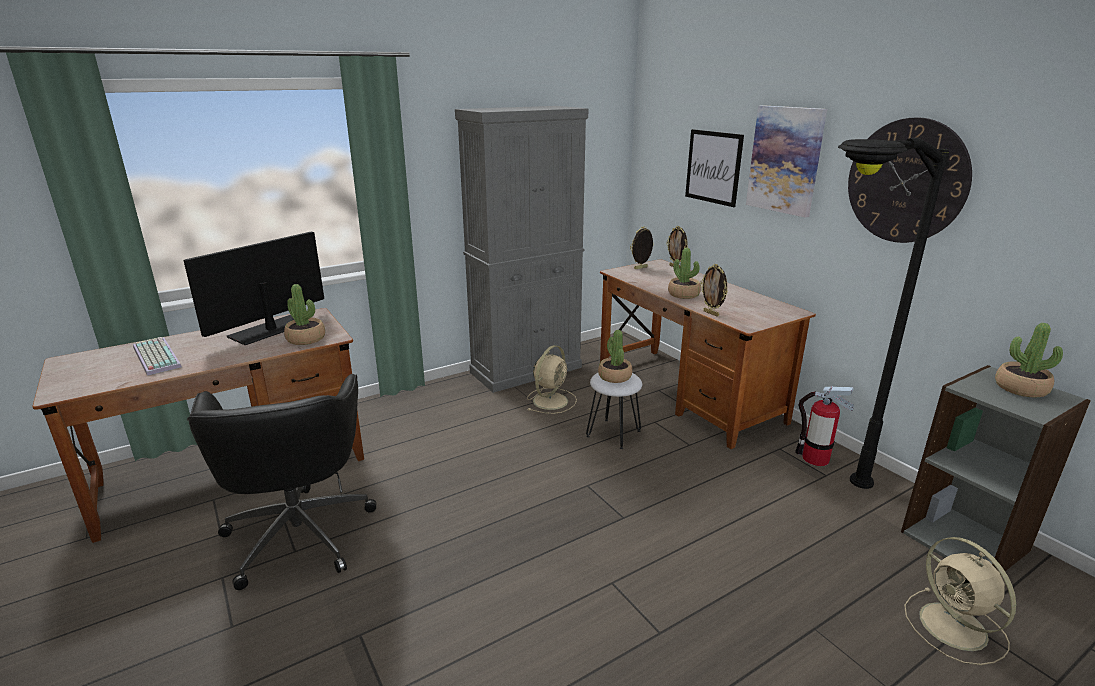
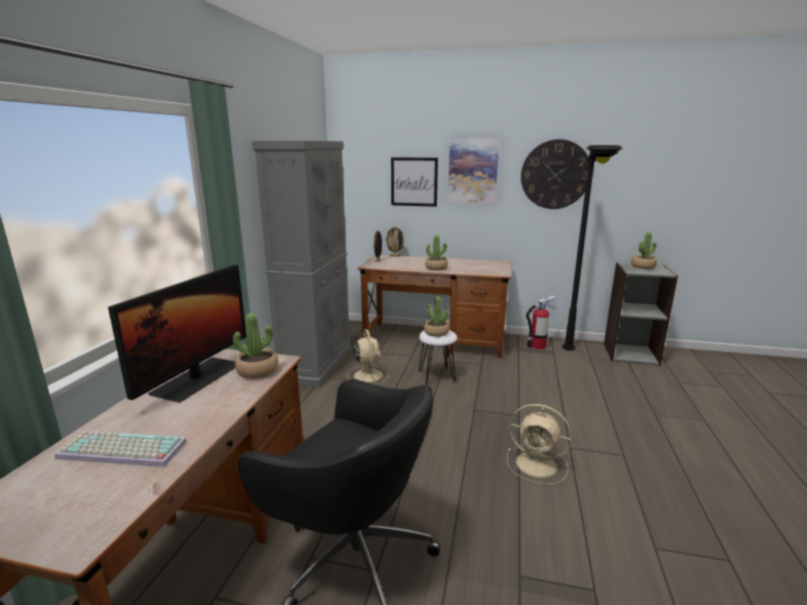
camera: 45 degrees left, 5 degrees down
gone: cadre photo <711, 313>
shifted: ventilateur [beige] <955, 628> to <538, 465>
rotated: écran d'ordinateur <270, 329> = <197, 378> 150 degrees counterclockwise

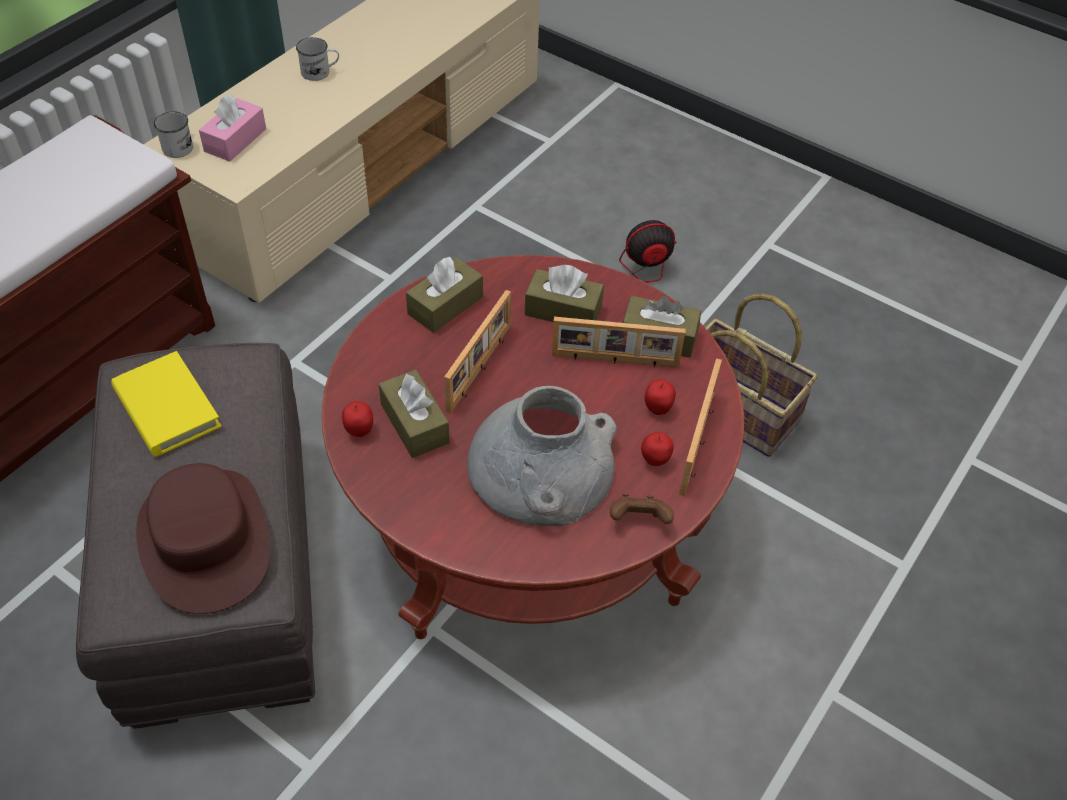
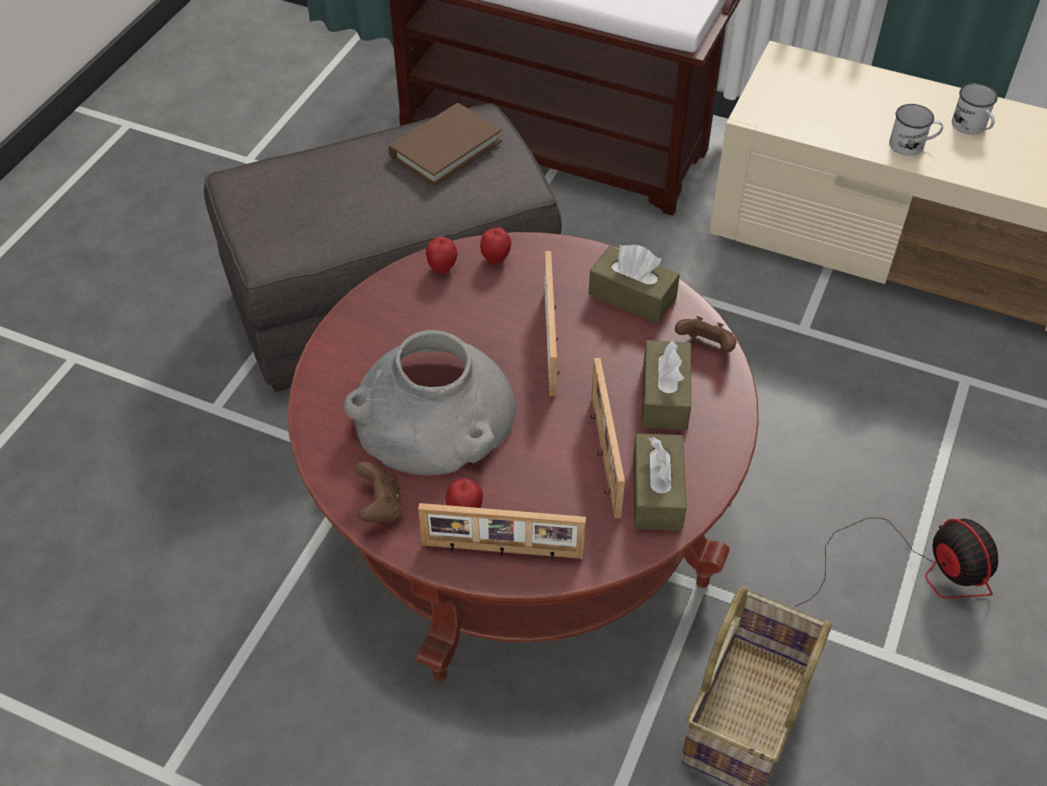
camera: 80 degrees right, 0 degrees up
gone: chapeau [marron] <205, 540>; boîte à mouchoirs [rose] <235, 140>; boîte à mouchoirs [marron] <414, 423>
new: manette [marron] <705, 347>
shifted: pomme <657, 409> to <496, 259>; mug [blanc] <180, 145> to <912, 145>
repainted: livre [jaune] <167, 408> to livre [marron] <445, 149>
rotated: cadre photo <480, 368> = <552, 341> 105 degrees counterclockwise

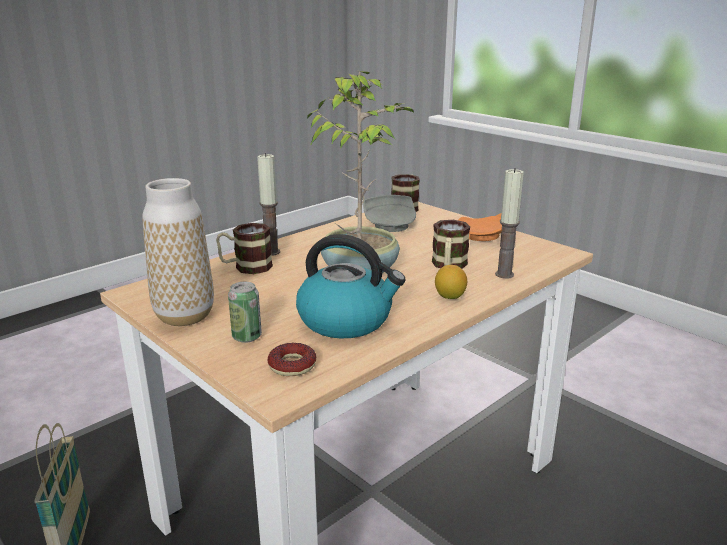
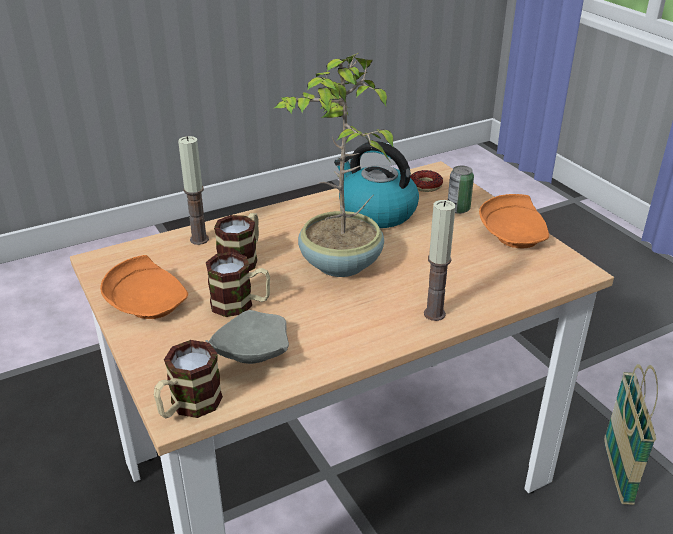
camera: 165 degrees left, 10 degrees up
gone: citron <450, 296>
shifted: mug <246, 267> to <240, 304>
swapped: vase <184, 316> to assiette [orange] <514, 235>

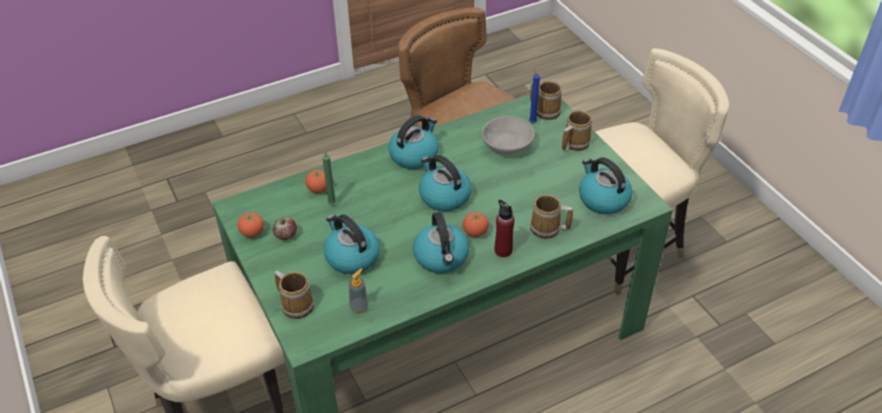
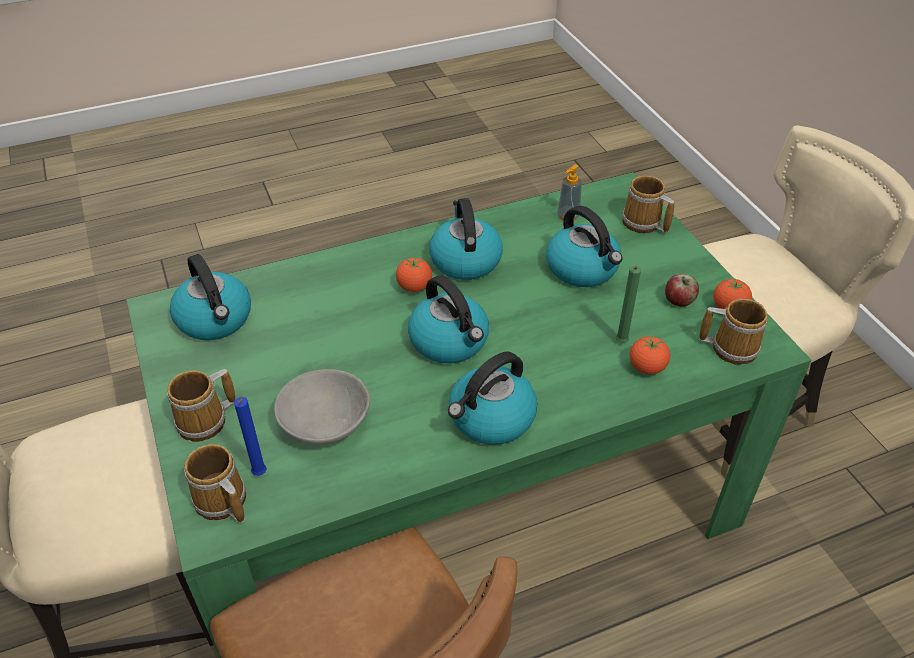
camera: 175 degrees left, 0 degrees up
gone: bouteille [rouge] <503, 250>
shifted: mug <547, 229> to <731, 347>

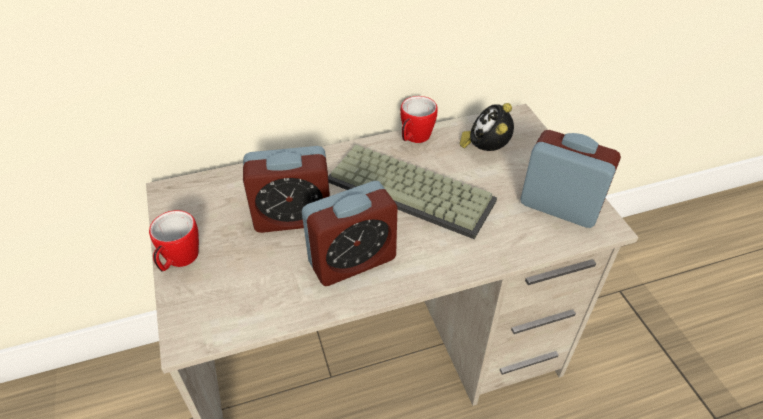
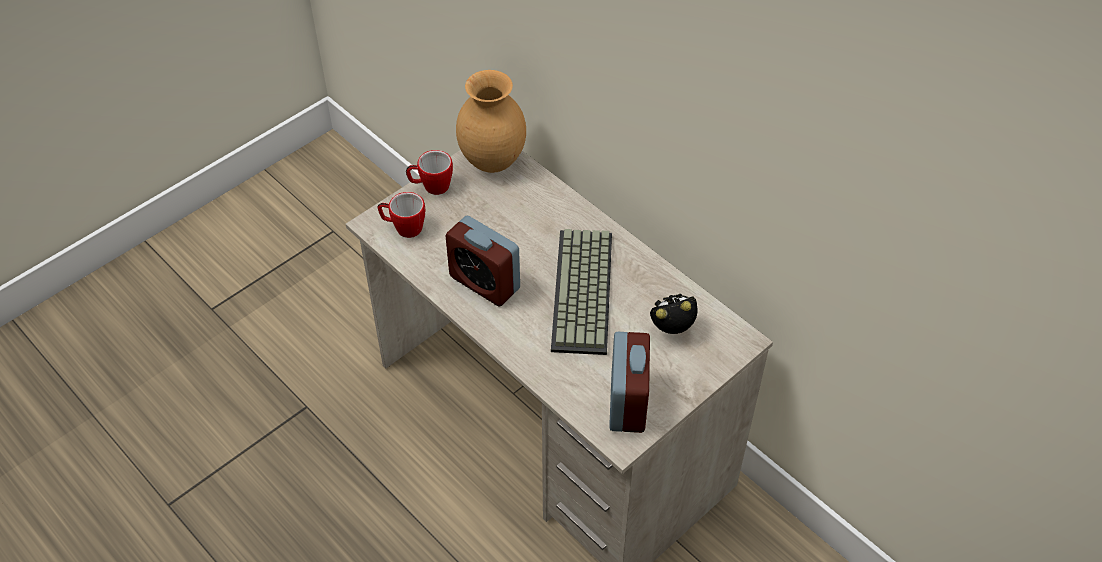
camera: 65 degrees right, 5 degrees up
gone: réveil <293, 217>
new: vase [marron] <492, 163>
shifted: mug <414, 138> to <403, 228>

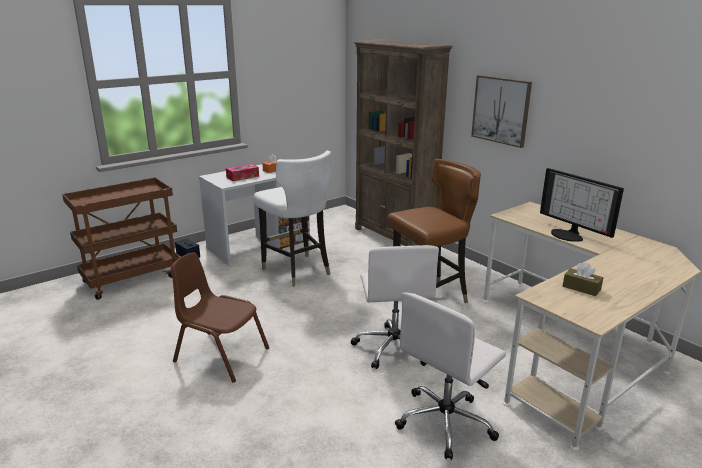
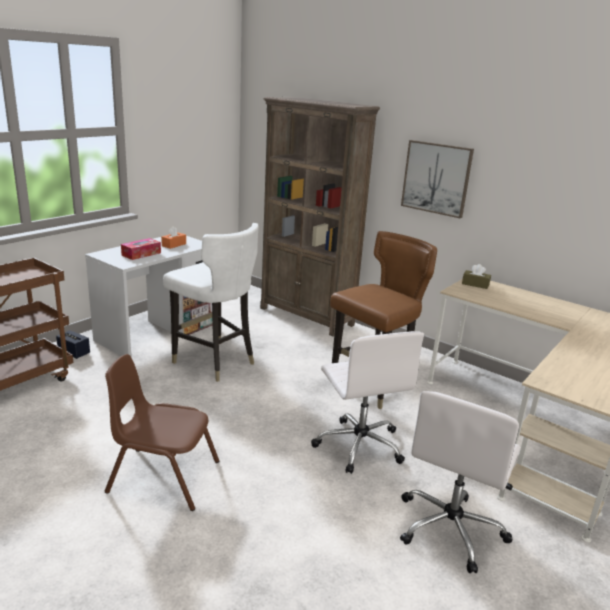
camera: 15 degrees left, 0 degrees up
gone: écran d'ordinateur <569, 235>
shifted: boîte à mouchoirs [marron] <581, 288> to <475, 284>

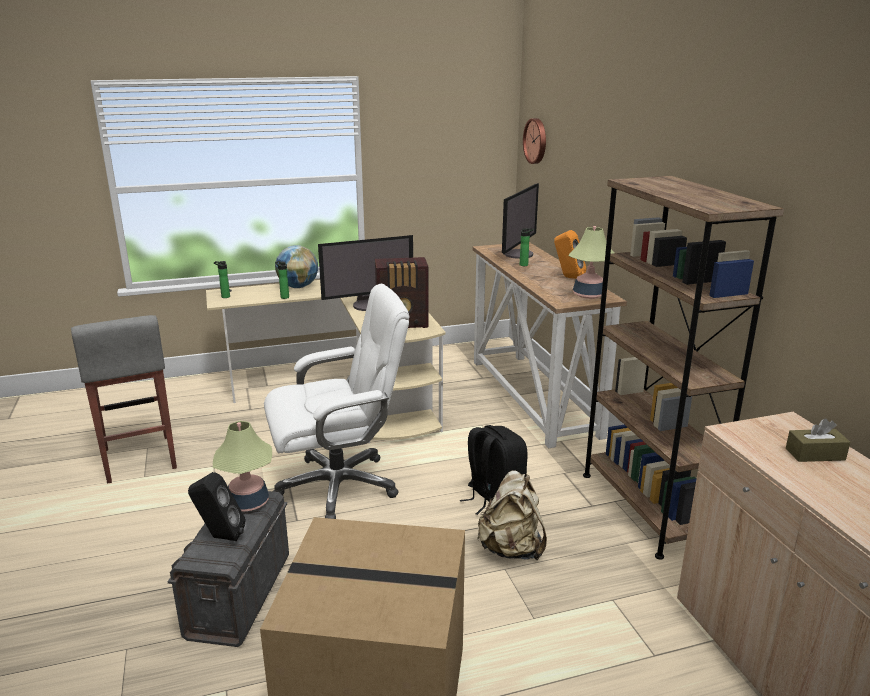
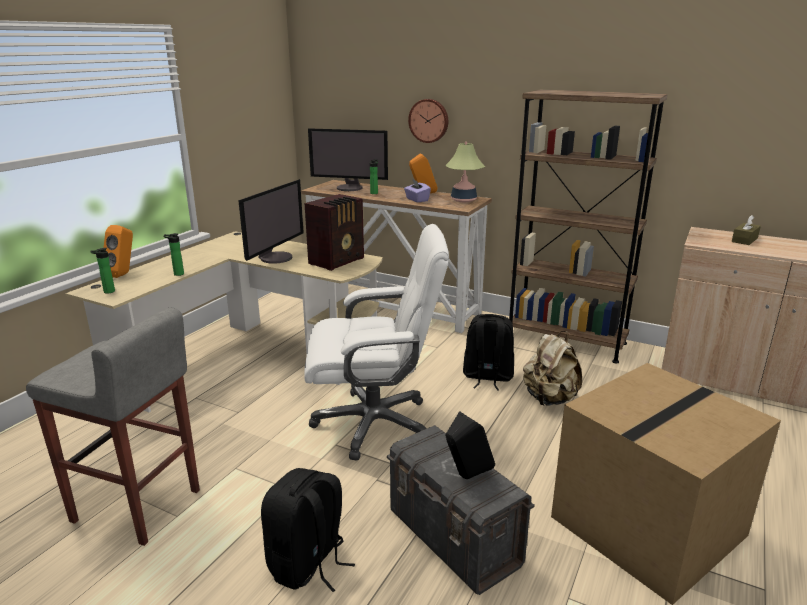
camera: 45 degrees left, 0 degrees up
gone: lampe de table <248, 502>; globe <298, 287>
new: enceinte [orange] <123, 274>; sac à dos [noir] <308, 564>; boîte à mouchoirs [violet] <417, 200>
shifted: horloge murale <536, 141> to <429, 120>
rotated: chaise de bureau [blanc] <339, 486> = <375, 423> 60 degrees clockwise; écran d'ordinateur <518, 254> = <350, 188> 120 degrees clockwise

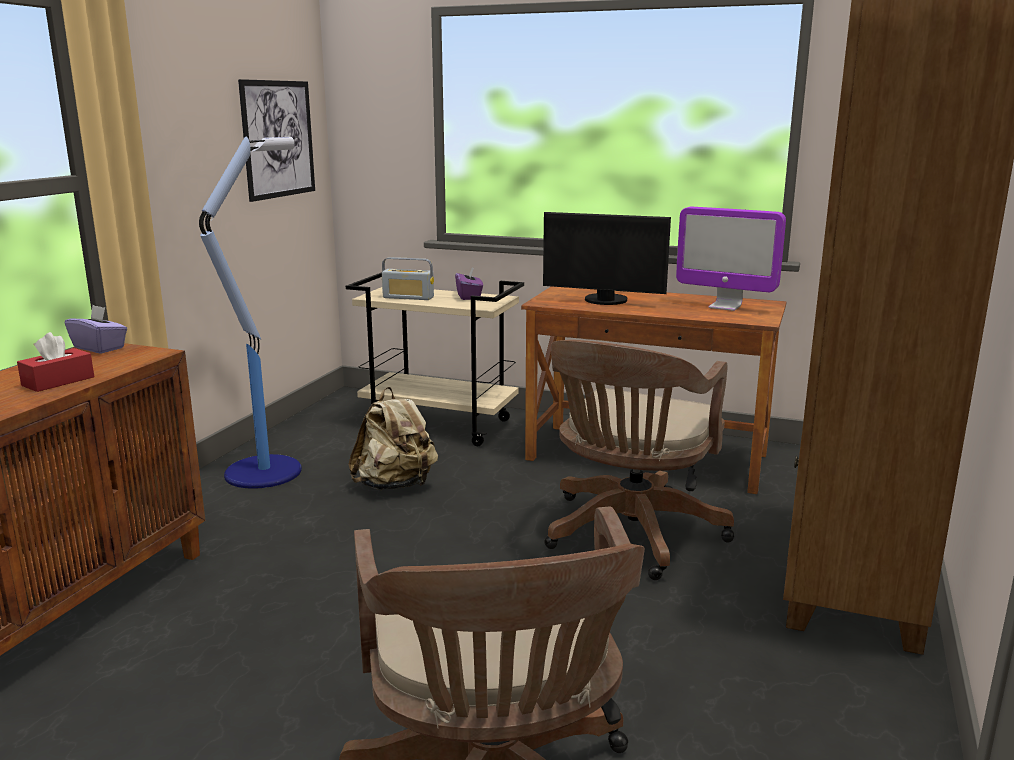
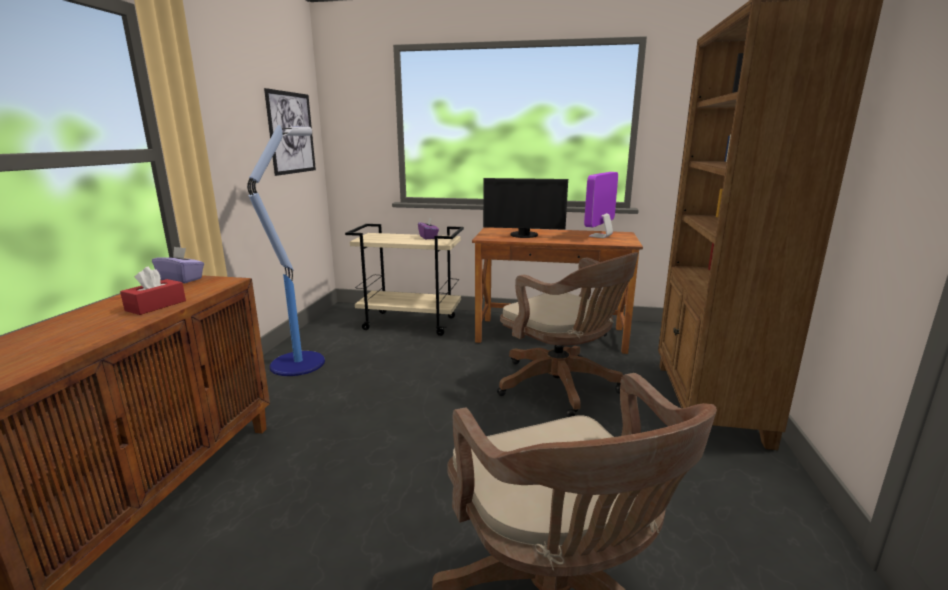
camera: 10 degrees left, 0 degrees up
gone: sac à dos [beige] <395, 485>; radio <408, 297>
rotated: chaise de bureau [marron] <629, 535> = <562, 387> 60 degrees counterclockwise; écran d'ordinateur <725, 306> = <600, 236> 105 degrees clockwise

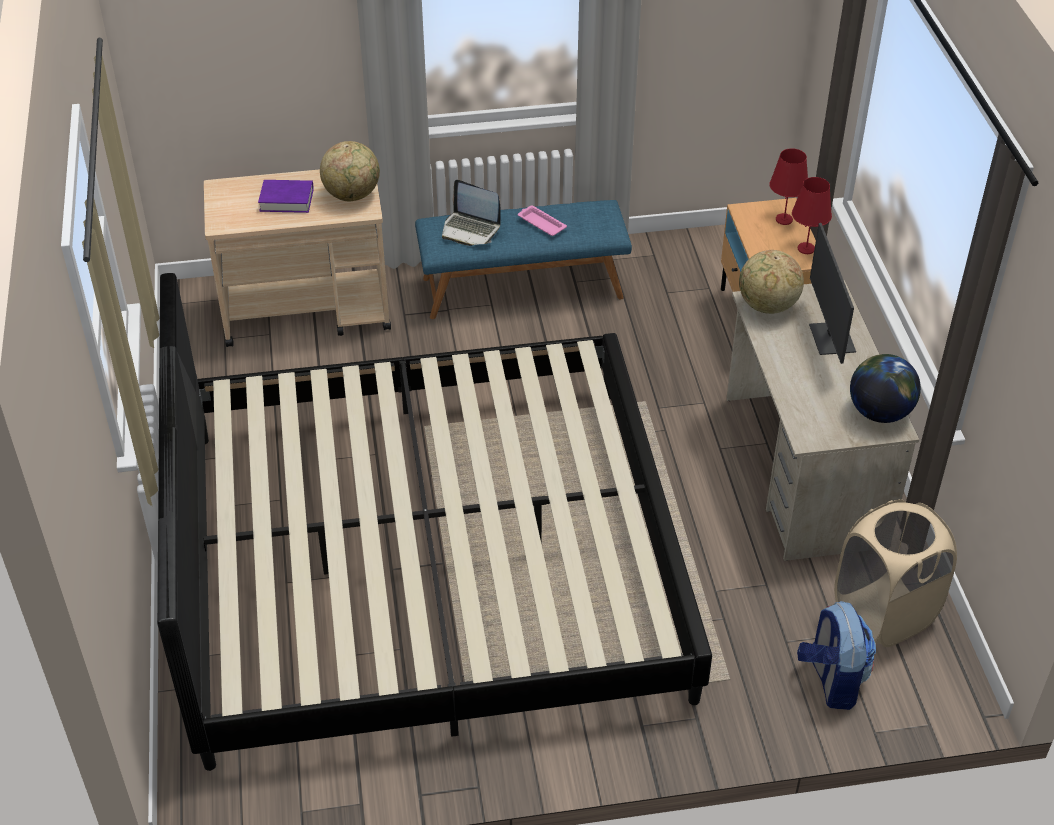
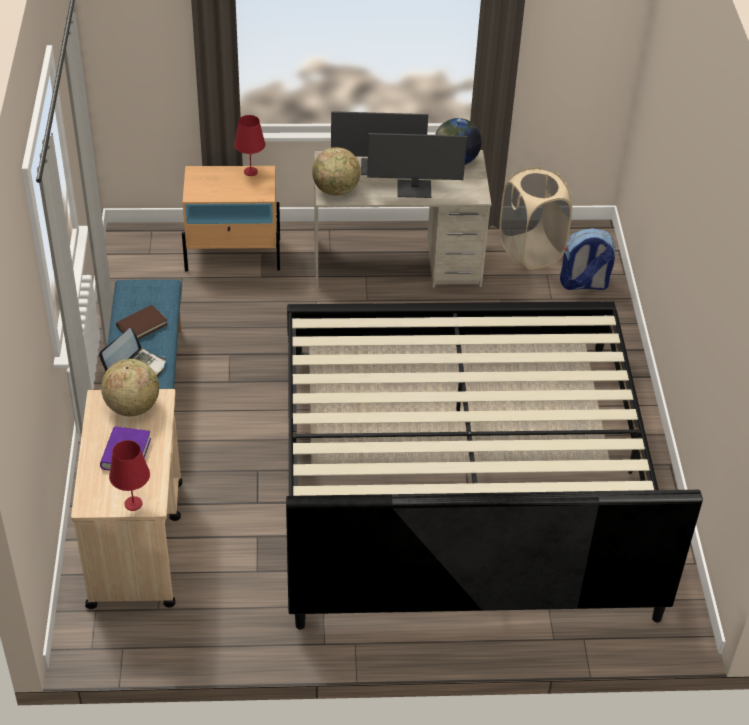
camera: 85 degrees left, 0 degrees up
new: écran d'ordinateur <414, 189>
shifted: lampe de table [rouge] <784, 219> to <133, 503>
swapped: plateau [rose] <541, 223> to livre [marron] <142, 325>

